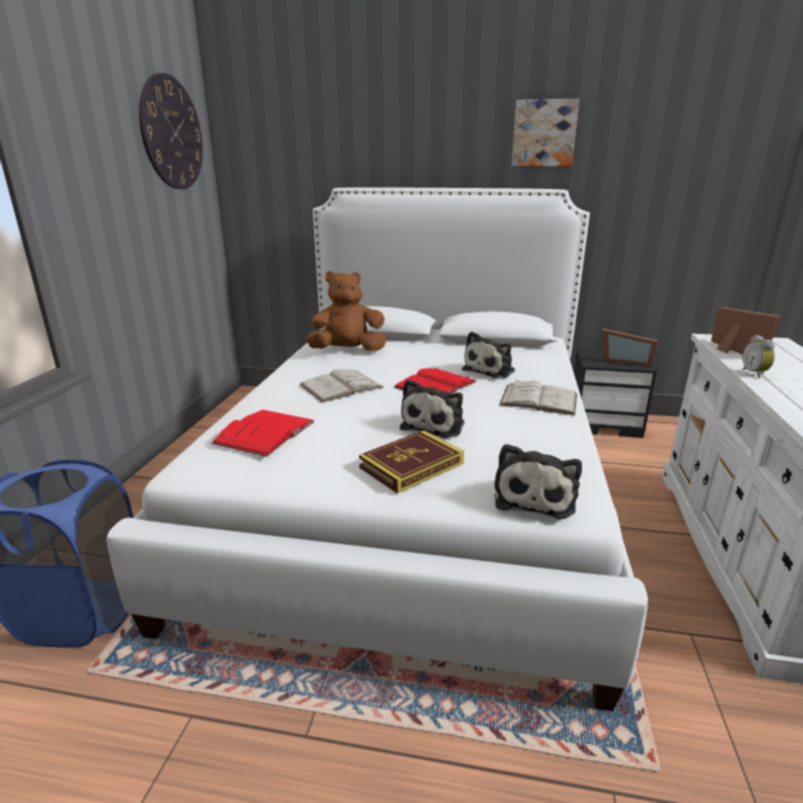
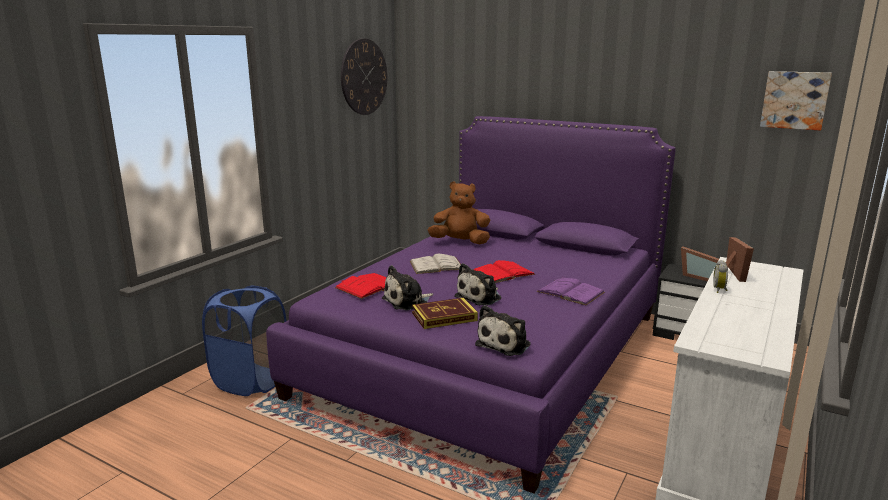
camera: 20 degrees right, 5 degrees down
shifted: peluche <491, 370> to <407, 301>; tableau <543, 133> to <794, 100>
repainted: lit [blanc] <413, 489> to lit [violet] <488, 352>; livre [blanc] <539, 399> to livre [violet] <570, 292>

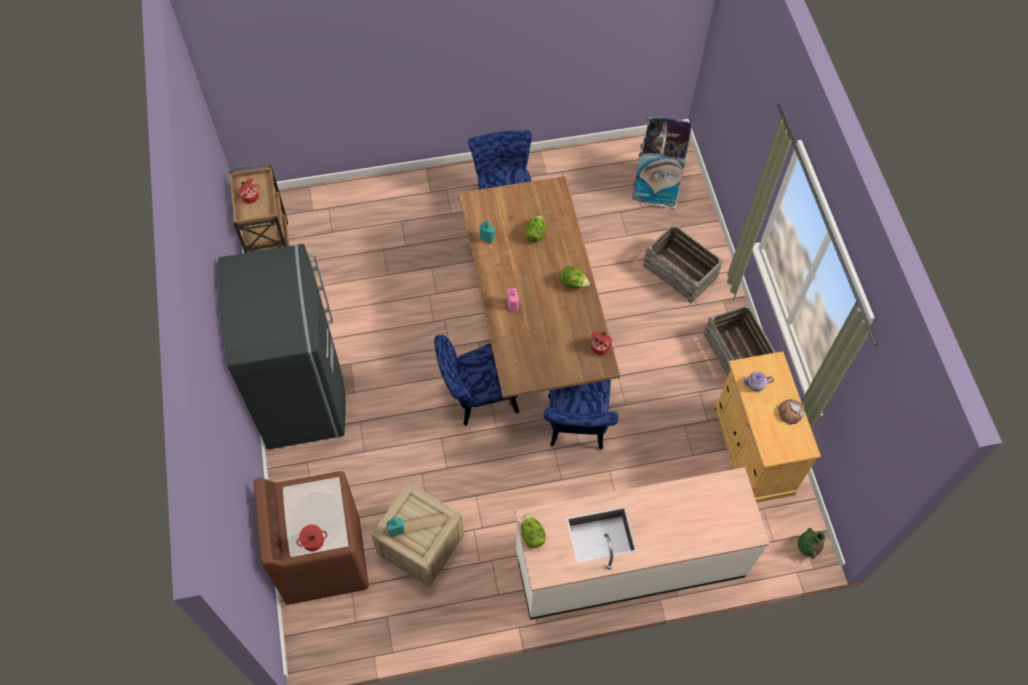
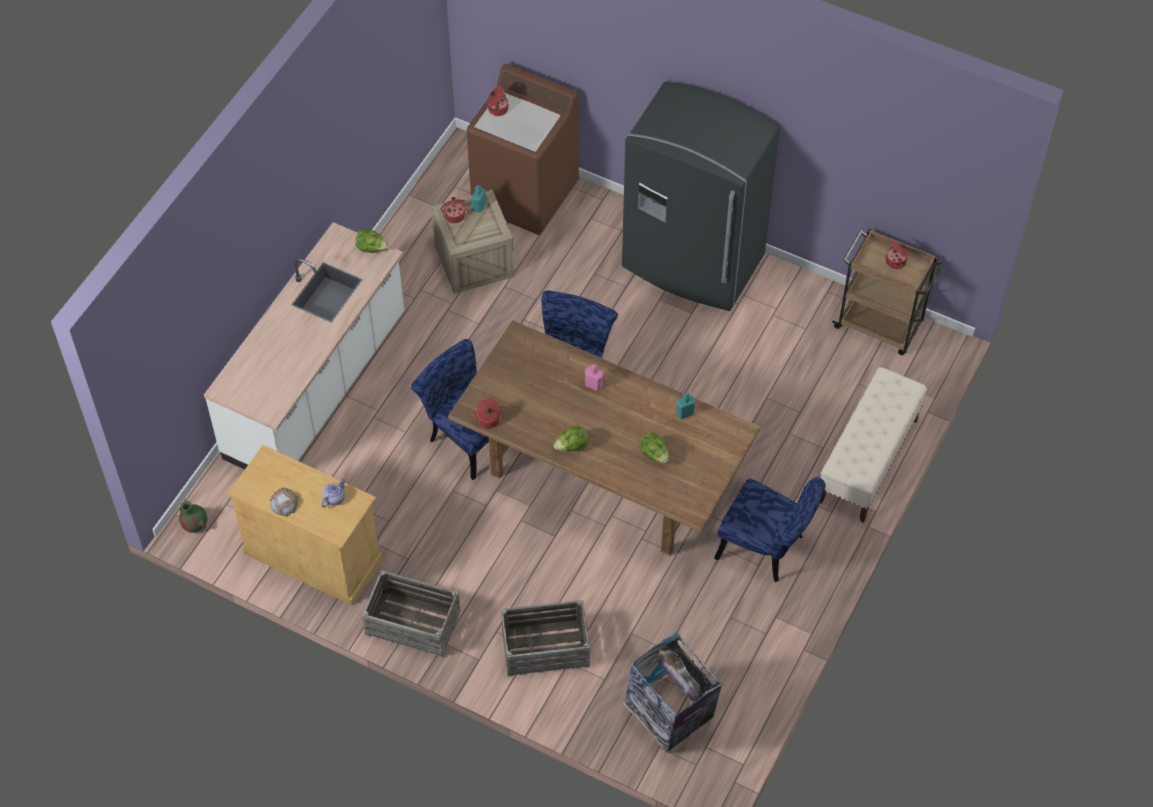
camera: 130 degrees right, 5 degrees down
new: marmite <455, 215>; banc [beige] <867, 461>

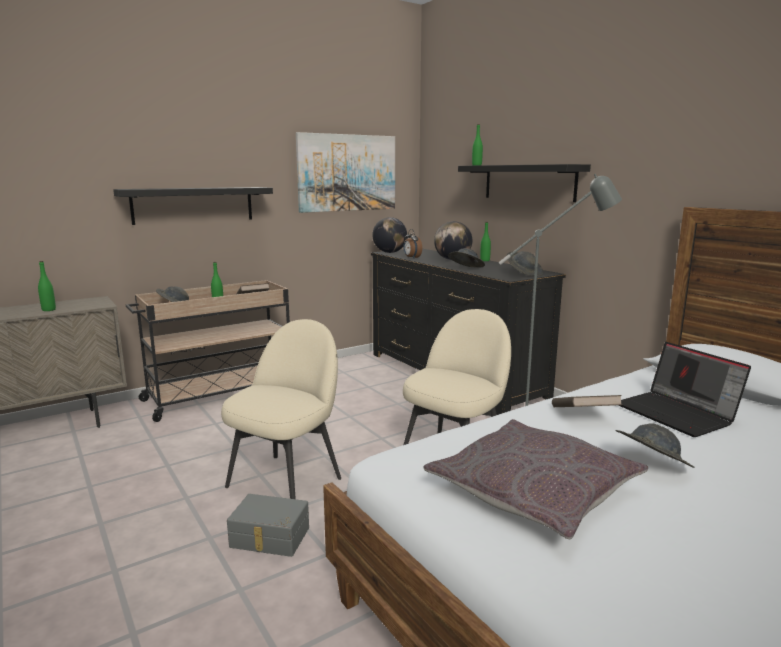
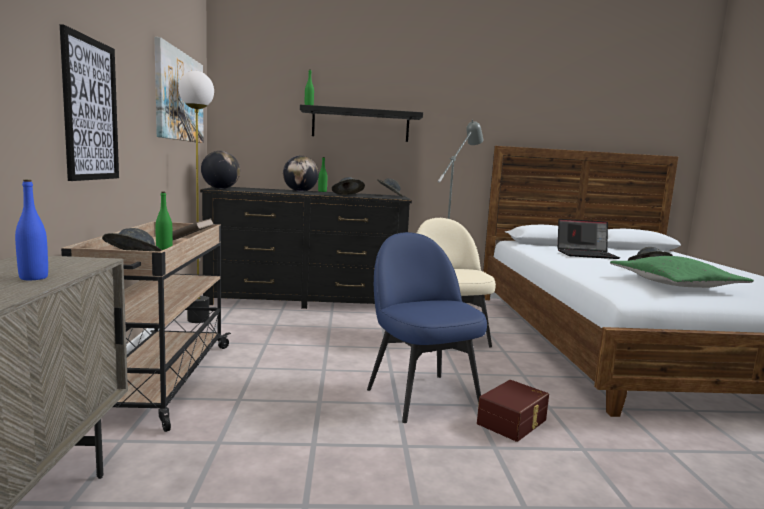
camera: 60 degrees left, 5 degrees down
gone: réveil <411, 258>; livre [marron] <583, 416>
new: lampadaire <198, 319>
swapped: étagère [noir] <193, 205> to tableau <90, 110>
repainted: bouteille [vert] <49, 310> to bouteille [bleu] <33, 278>; chaise [beige] <286, 481> to chaise [bleu] <421, 395>; boîte de rangement [gris] <269, 538> to boîte de rangement [marron] <513, 422>; coussin [gris] <533, 490> to coussin [vert] <675, 284>

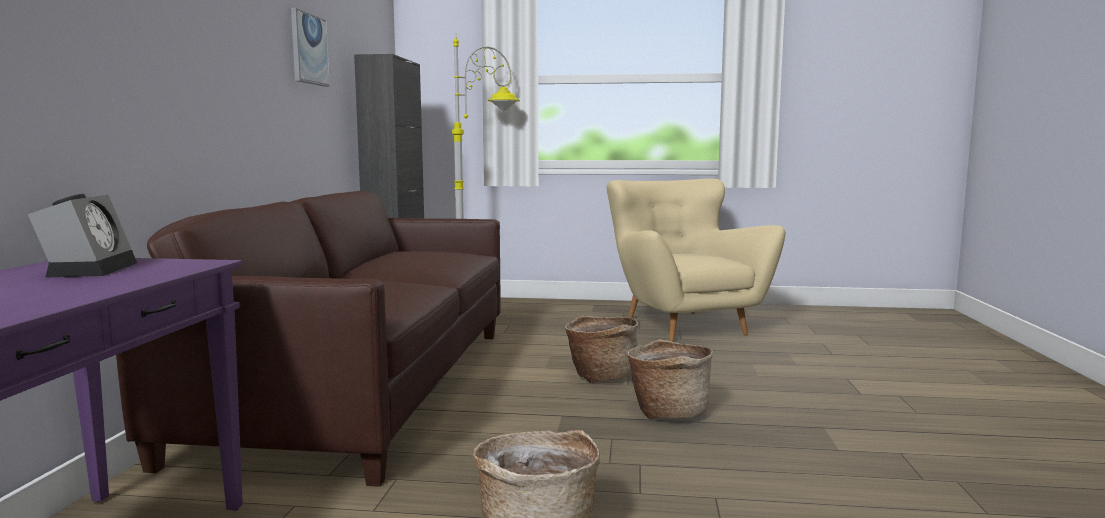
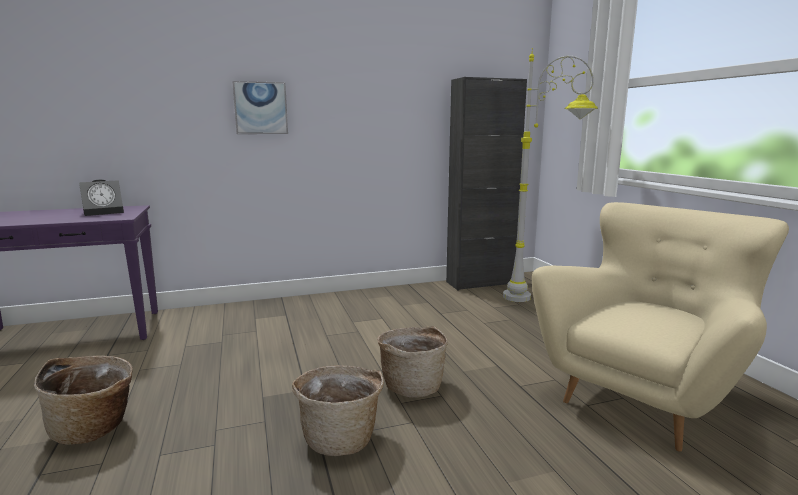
camera: 65 degrees right, 5 degrees up
gone: canapé [marron] <367, 386>
shifted: tableau <309, 49> to <260, 108>

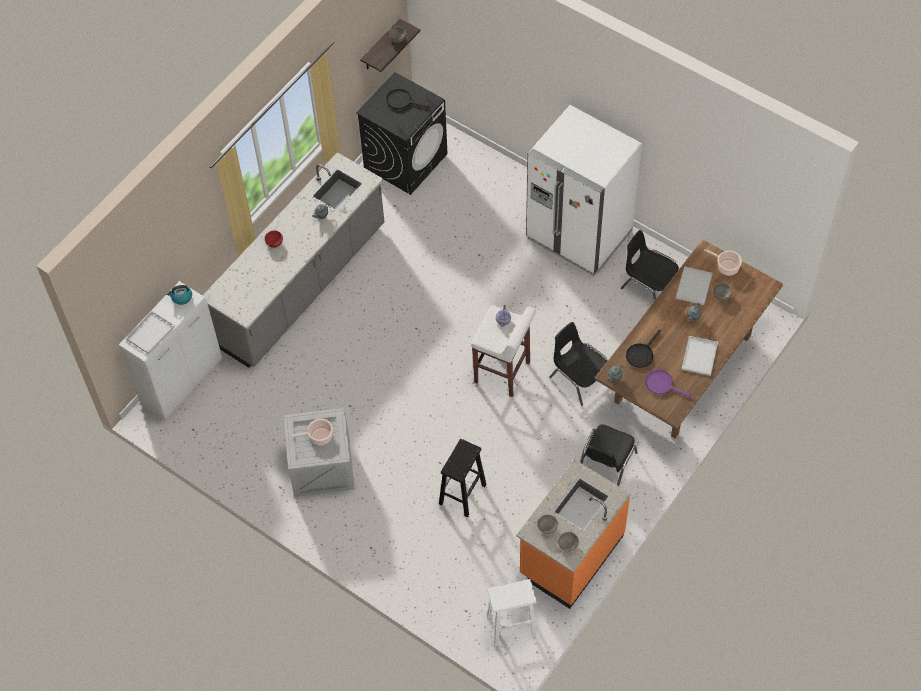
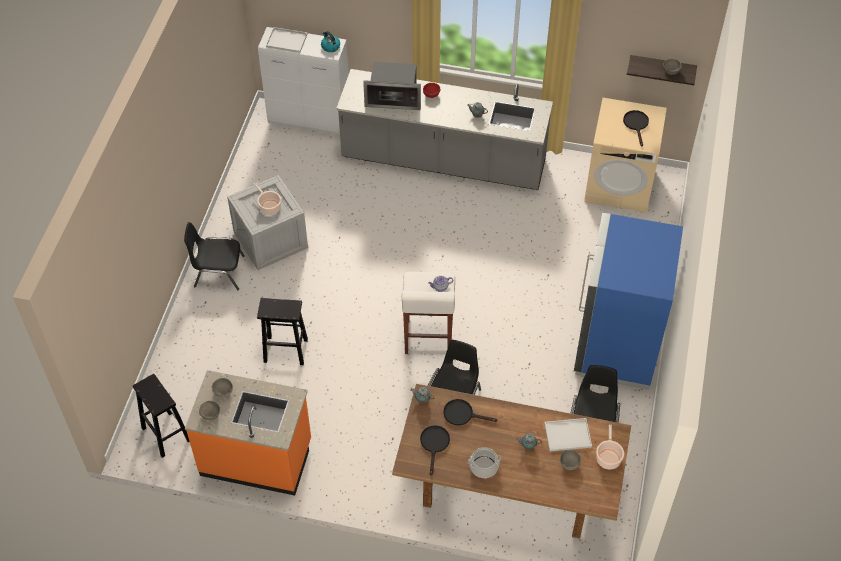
camera: 65 degrees right, 5 degrees down
new: micro-ondes <394, 98>
shifted: chaise [noir] <606, 463> to <218, 271>
swapped: plateau [blanc] <699, 357> to marmite <483, 467>
repainted: tabouret [blanc] <510, 626> to tabouret [noir] <165, 433>; poêle [violet] <663, 385> to poêle [noir] <434, 444>; réfrigérateur [blanc] <579, 235> to réfrigérateur [bleu] <616, 347>; lave-linge [noir] <406, 160> to lave-linge [beige] <619, 185>

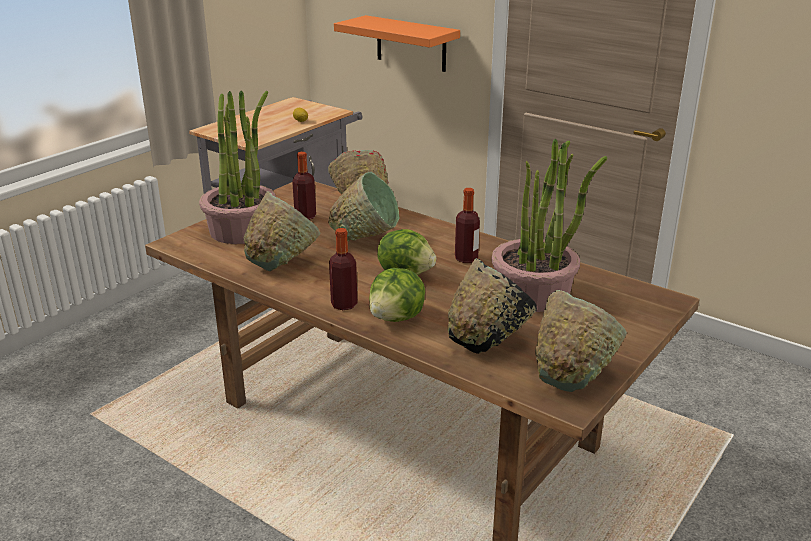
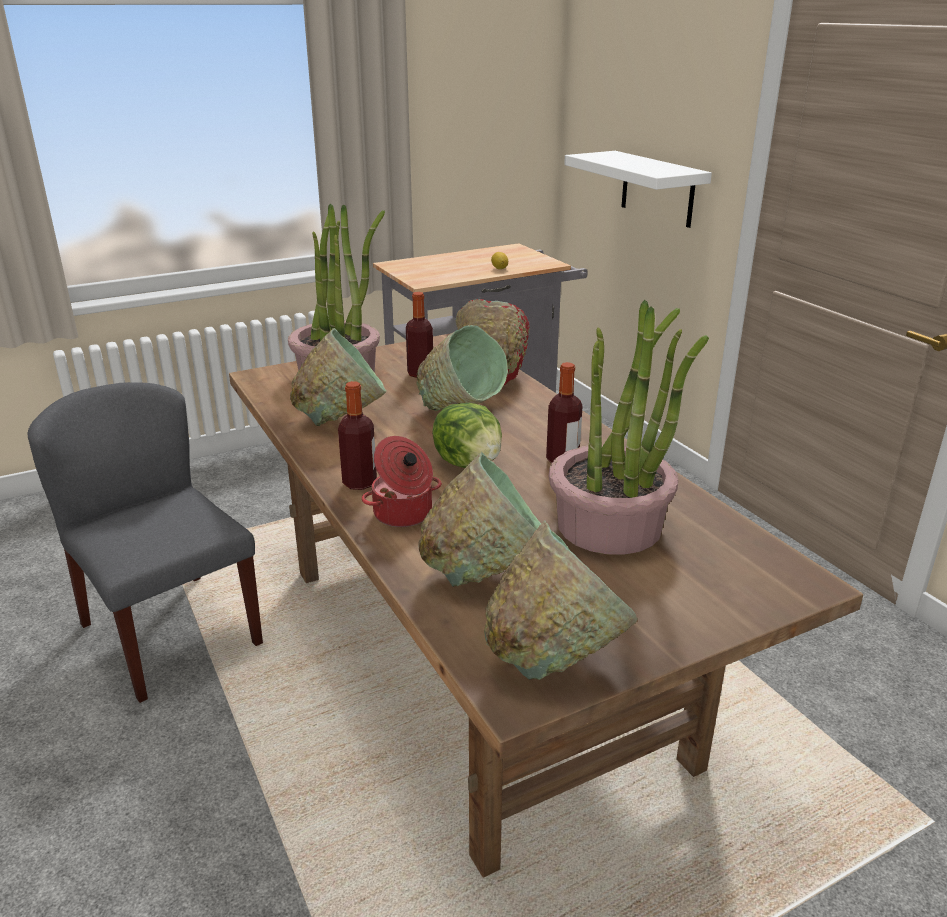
camera: 25 degrees right, 0 degrees up
new: chaise [gris] <170, 633>
swapped: laitue <397, 318> to marmite <403, 514>
repainted: bol [noir] <487, 341> to bol [vert] <486, 573>; étagère [orange] <411, 43> to étagère [blanc] <657, 189>

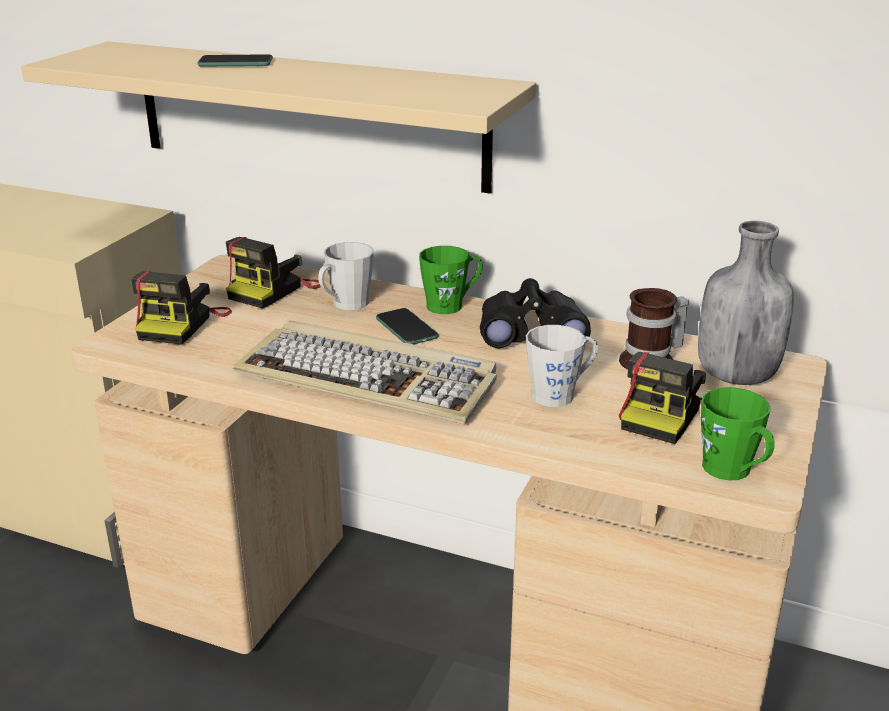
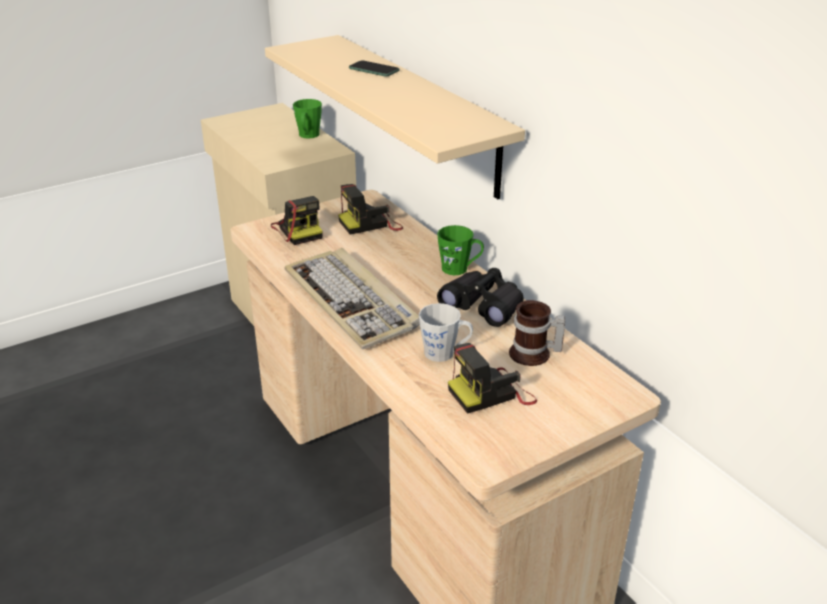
camera: 35 degrees right, 5 degrees up
gone: mug [gris] <345, 305>; téléphone <406, 328>; bouteille [gris] <735, 375>
shifted: mug [vert] <733, 472> to <308, 136>
rotated: appareil photo <182, 324> = <298, 230> 75 degrees counterclockwise

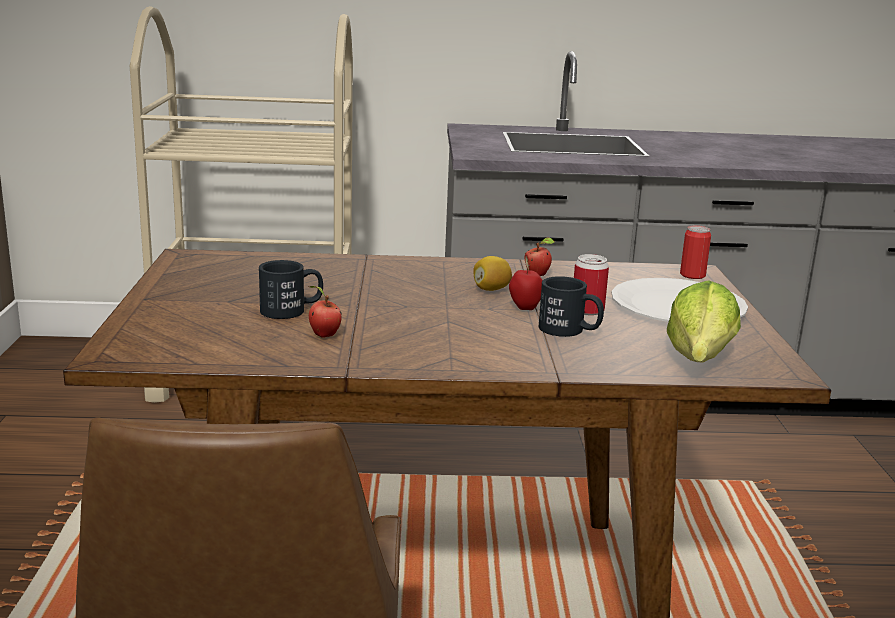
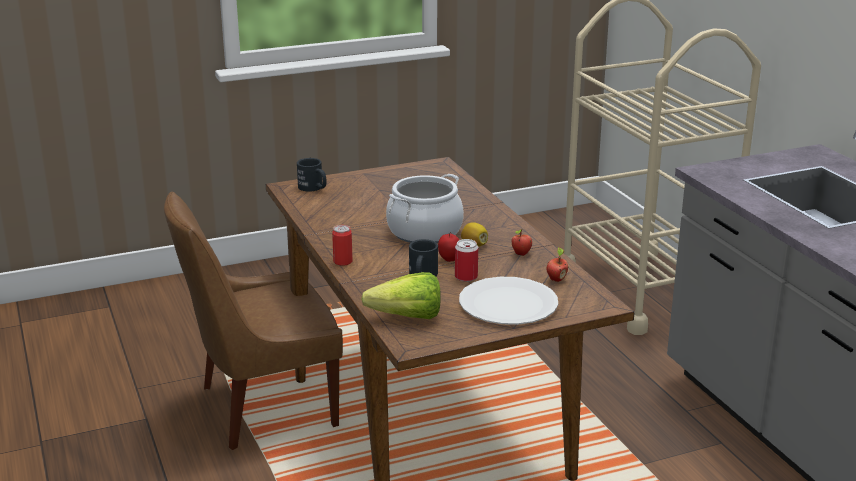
camera: 70 degrees right, 5 degrees up
new: marmite <424, 231>
shifted: mug [noir] <292, 310> to <314, 188>; boîte métallique <692, 275> to <343, 261>; pomme <323, 335> to <556, 279>

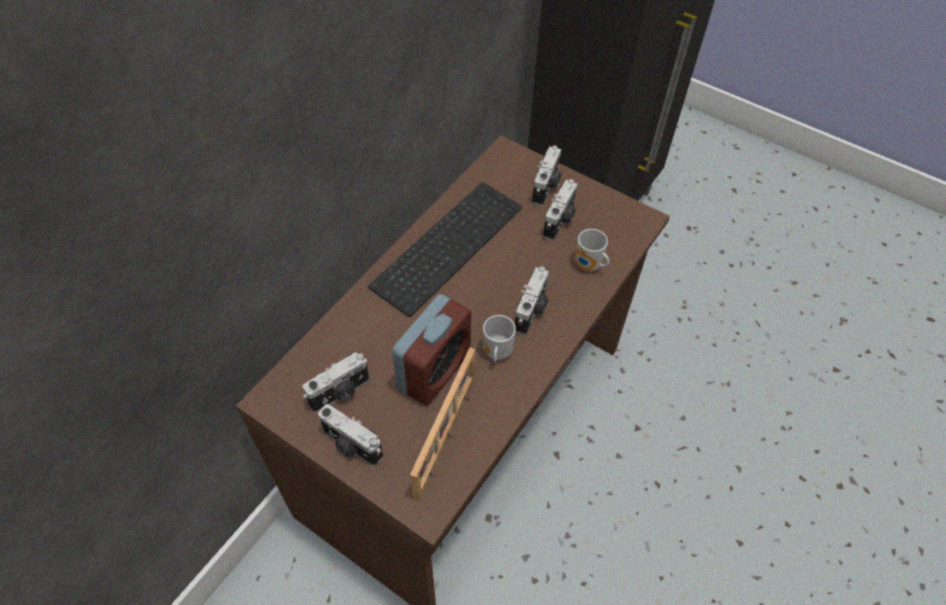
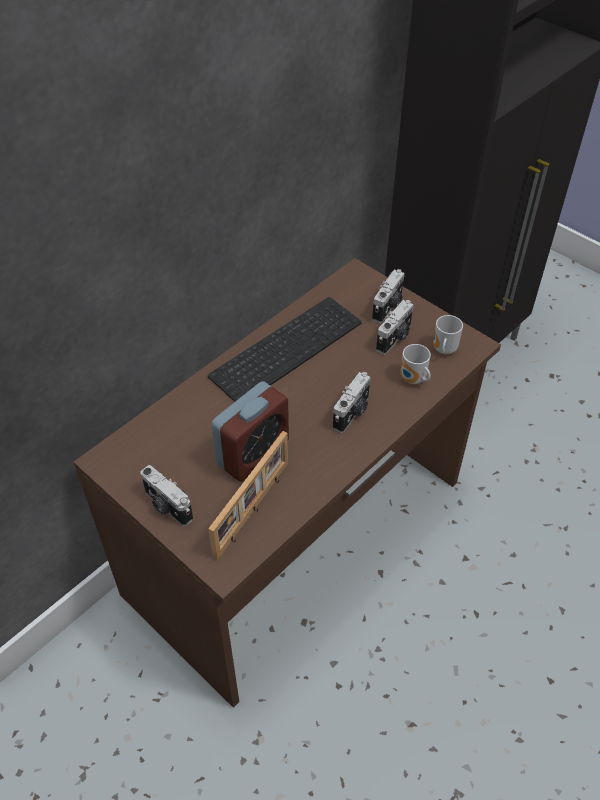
camera: 10 degrees right, 5 degrees down
gone: appareil photo <340, 393>
shifted: mug <495, 353> to <443, 350>

